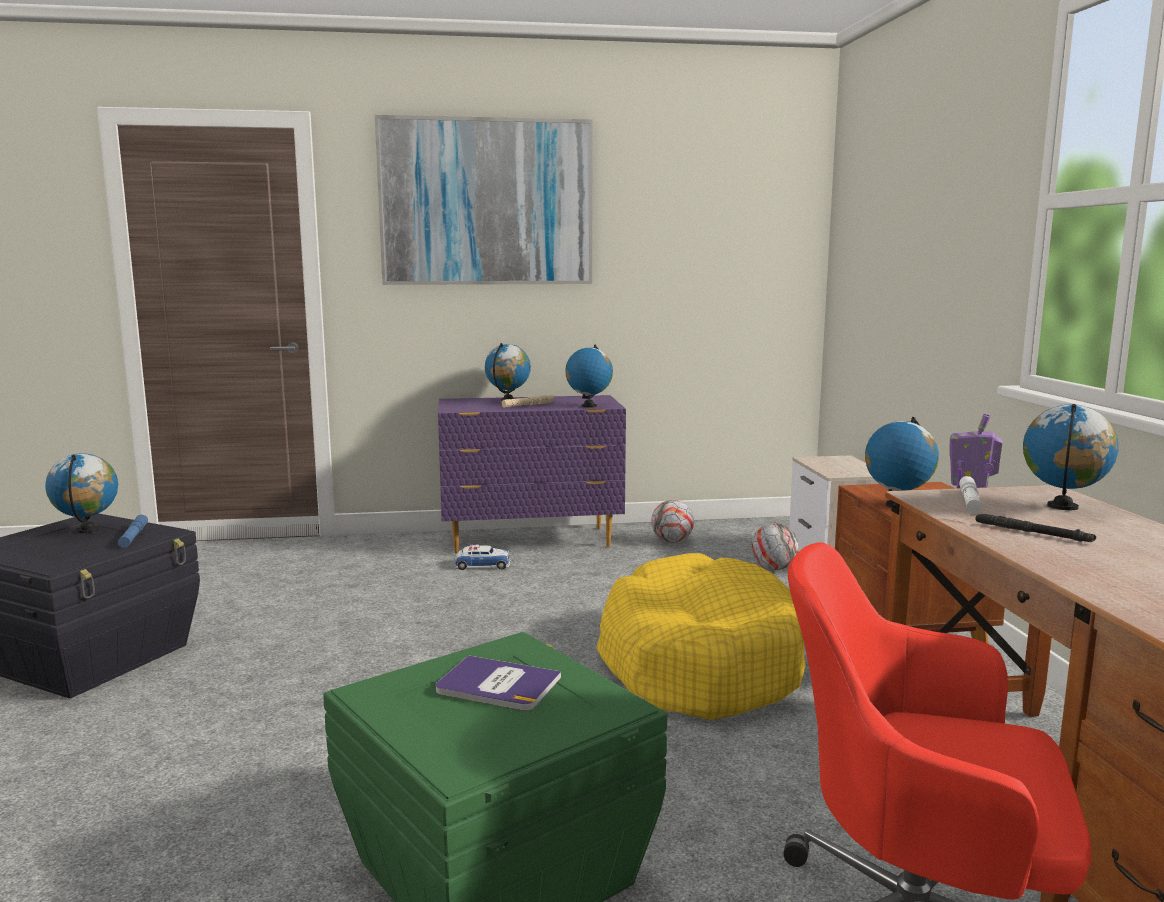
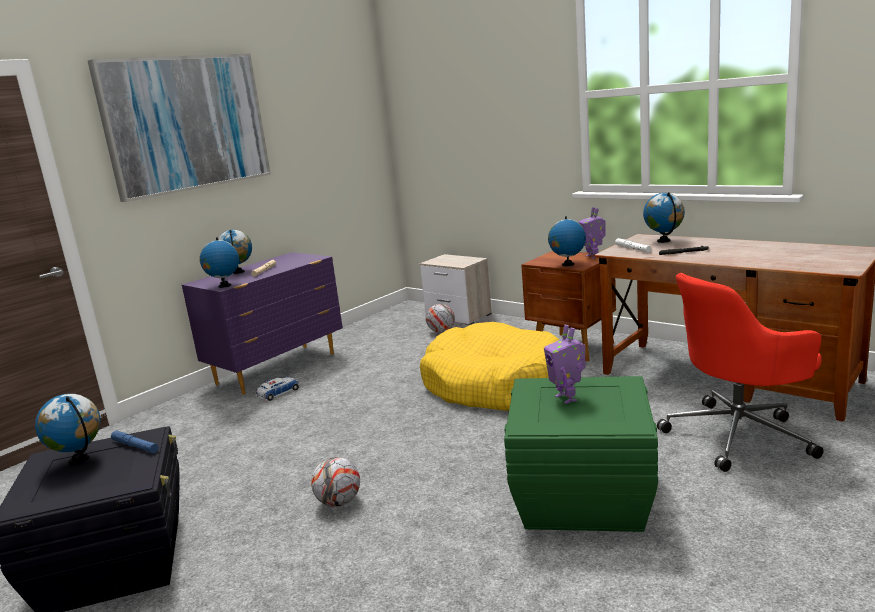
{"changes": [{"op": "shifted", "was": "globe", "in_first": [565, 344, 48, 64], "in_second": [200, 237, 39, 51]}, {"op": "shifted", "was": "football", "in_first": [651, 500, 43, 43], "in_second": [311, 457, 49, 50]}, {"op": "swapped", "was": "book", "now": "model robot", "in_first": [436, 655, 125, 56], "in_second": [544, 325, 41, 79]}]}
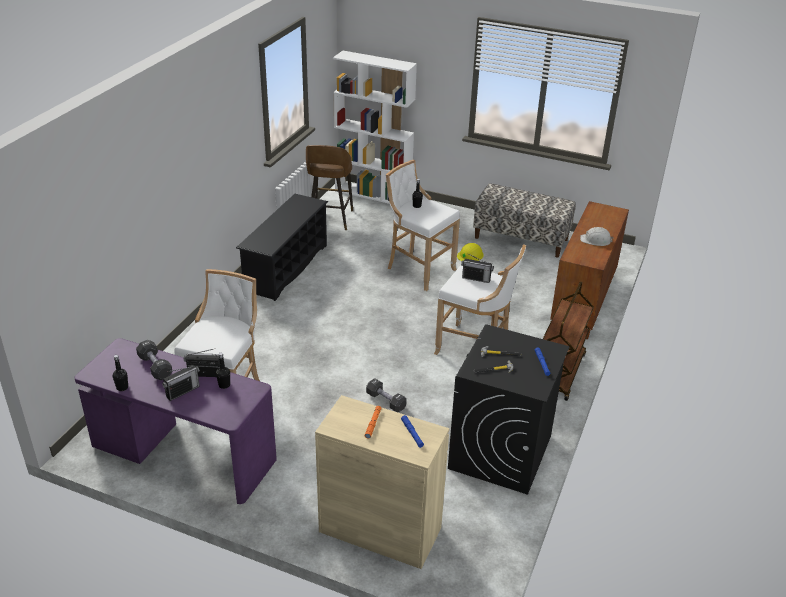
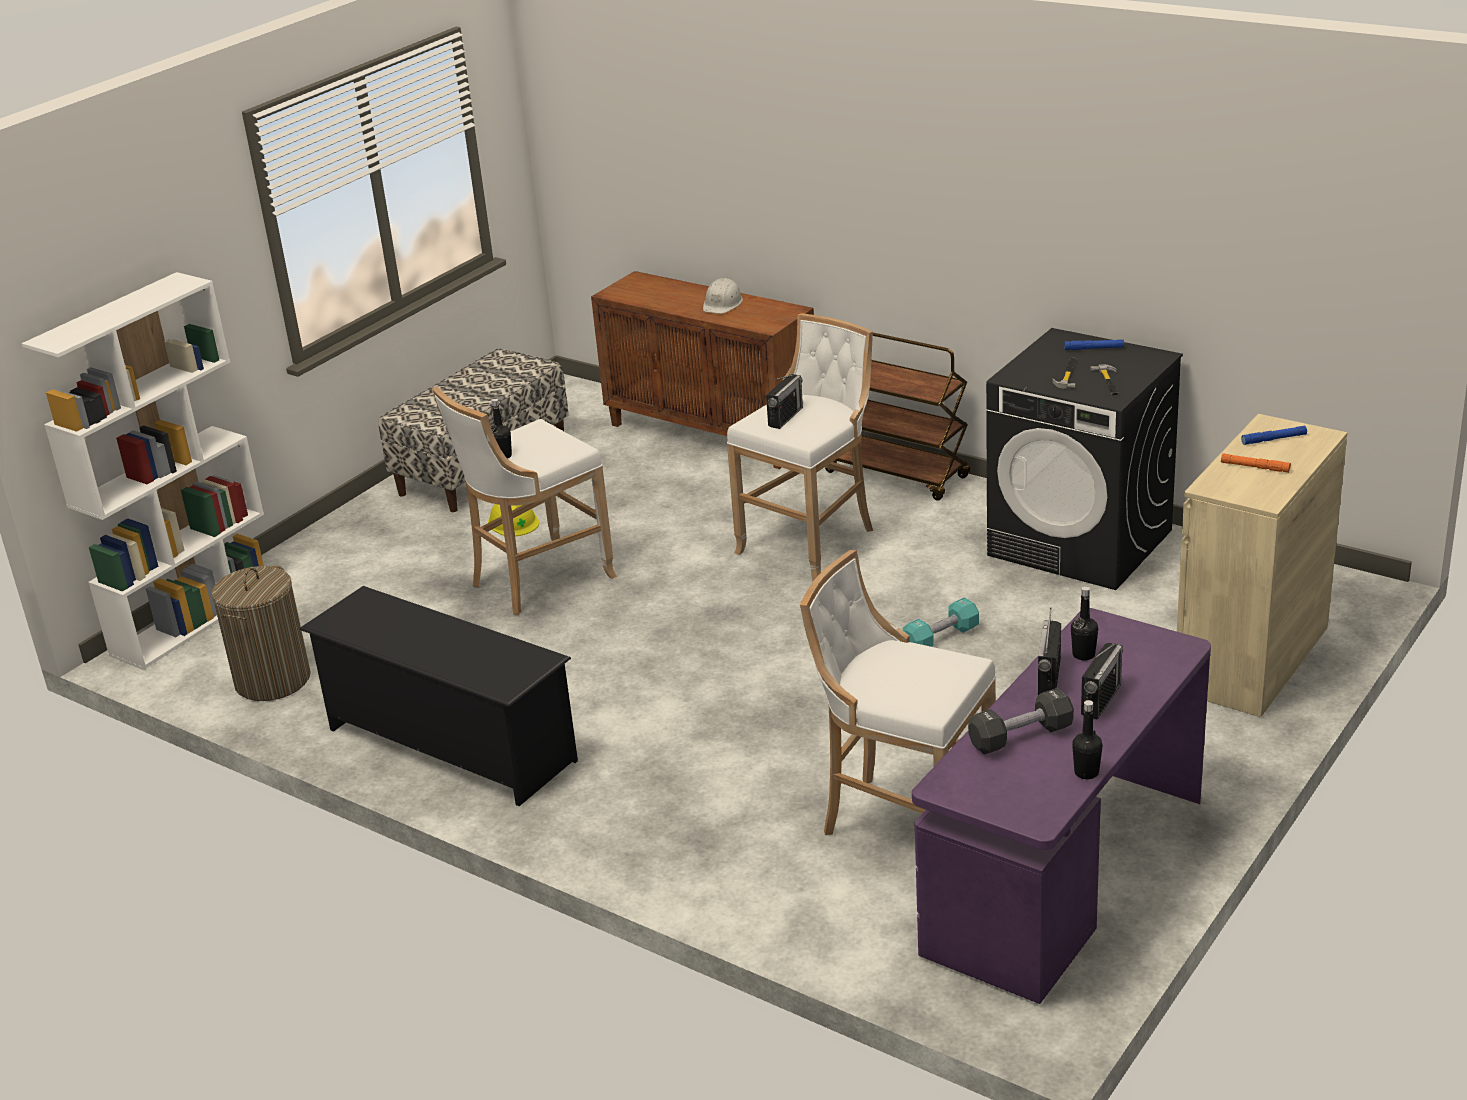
{"changes": [{"op": "swapped", "was": "stool seat in brown-coloured", "now": "laundry basket", "in_first": [306, 145, 47, 85], "in_second": [211, 566, 100, 135]}, {"op": "repainted", "was": "free weight in black-coloured", "now": "free weight in blue-green", "in_first": [366, 378, 41, 34], "in_second": [903, 597, 76, 50]}, {"op": "rotated", "was": "radio set", "in_first": [162, 365, 38, 36], "in_second": [1081, 643, 42, 77], "clockwise": 60}]}
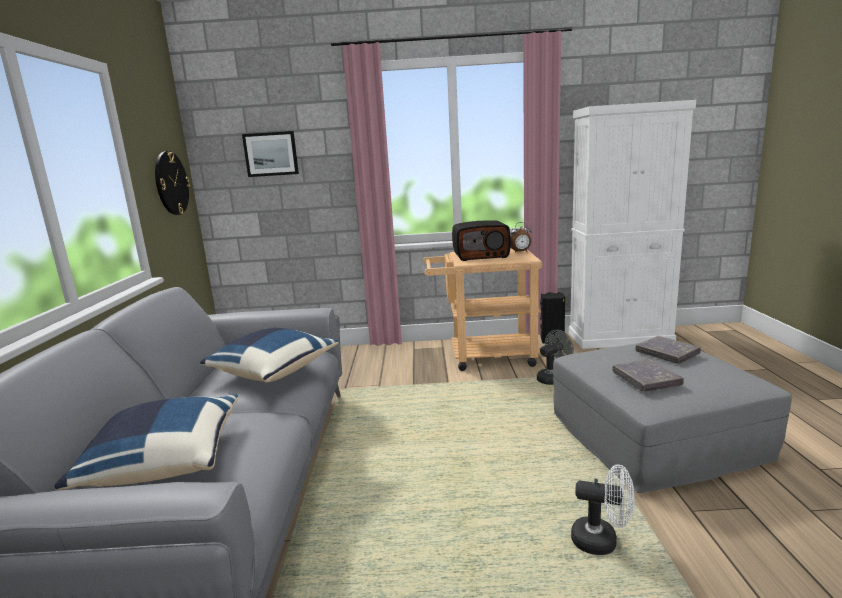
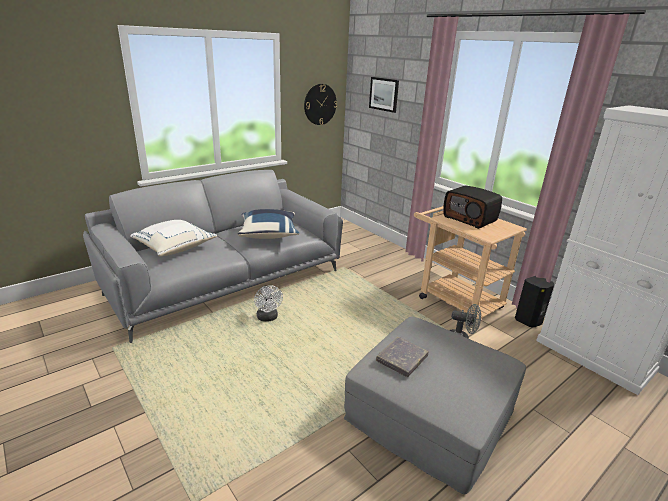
{"changes": [{"op": "gone", "was": "bedside clock", "in_first": [510, 222, 21, 31]}, {"op": "gone", "was": "book in greyish", "in_first": [635, 336, 66, 28]}, {"op": "shifted", "was": "fan in white-coloured", "in_first": [571, 464, 64, 91], "in_second": [254, 285, 29, 37]}, {"op": "repainted", "was": "pillow in blue", "now": "pillow in white-coloured", "in_first": [54, 394, 184, 96], "in_second": [130, 220, 87, 37]}]}
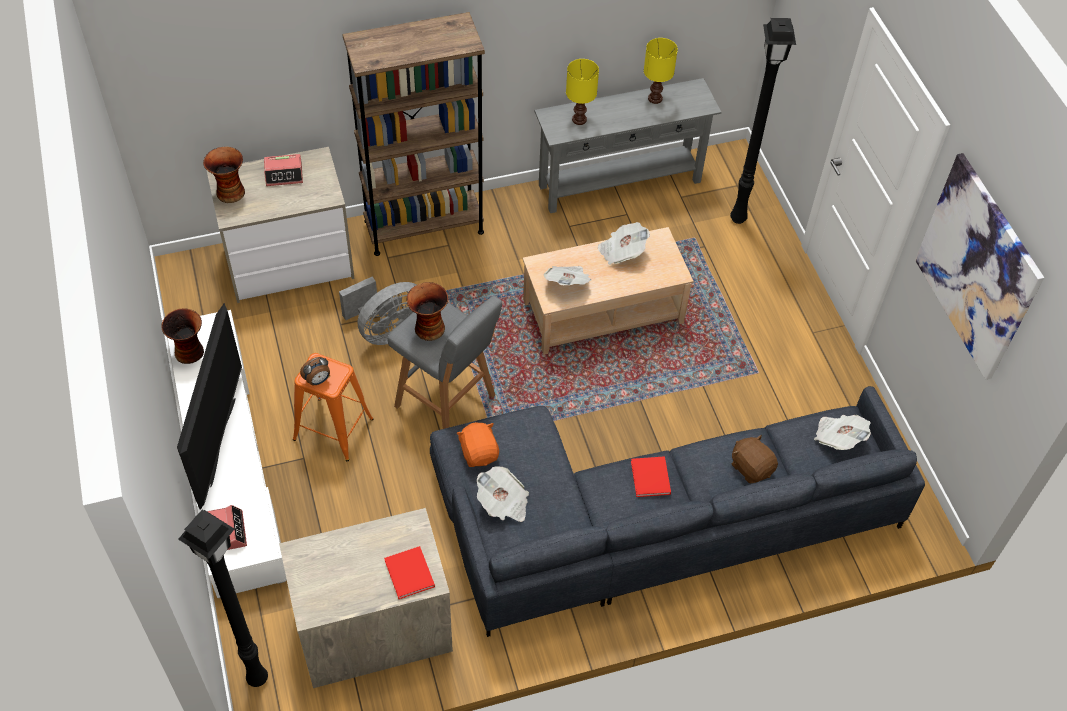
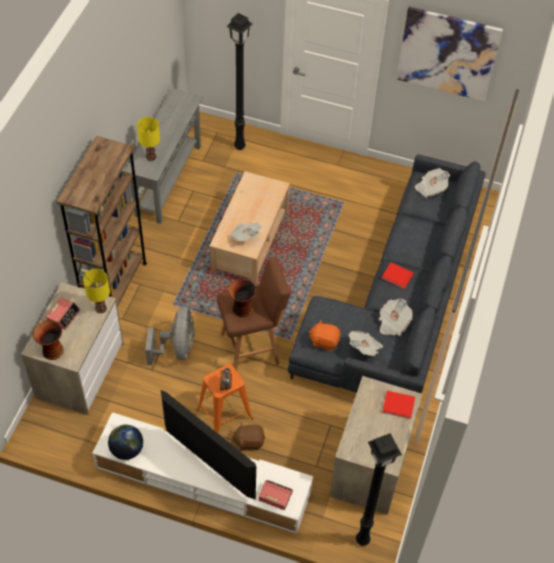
{"changes": [{"op": "shifted", "was": "daily paper", "in_first": [598, 222, 52, 43], "in_second": [379, 299, 34, 37]}, {"op": "shifted", "was": "lamp for a table in yellowish", "in_first": [644, 38, 34, 66], "in_second": [83, 269, 27, 44]}, {"op": "shifted", "was": "soft toy in brown-coloured", "in_first": [732, 435, 46, 49], "in_second": [232, 423, 33, 27]}, {"op": "swapped", "was": "flower vase", "now": "globe", "in_first": [161, 308, 43, 56], "in_second": [108, 425, 35, 35]}, {"op": "repainted", "was": "stool seat in greyish", "now": "stool seat in brown-coloured", "in_first": [388, 296, 114, 133], "in_second": [217, 257, 73, 114]}]}
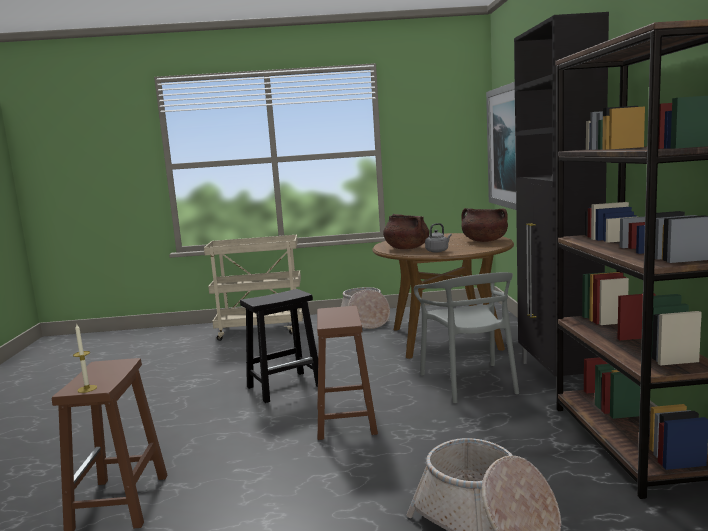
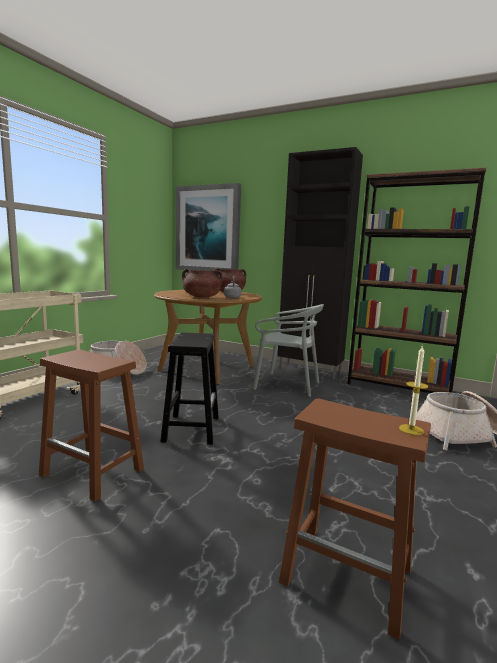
{"changes": [{"op": "shifted", "was": "stool seat in brown-coloured", "in_first": [317, 306, 61, 134], "in_second": [39, 349, 105, 153]}]}
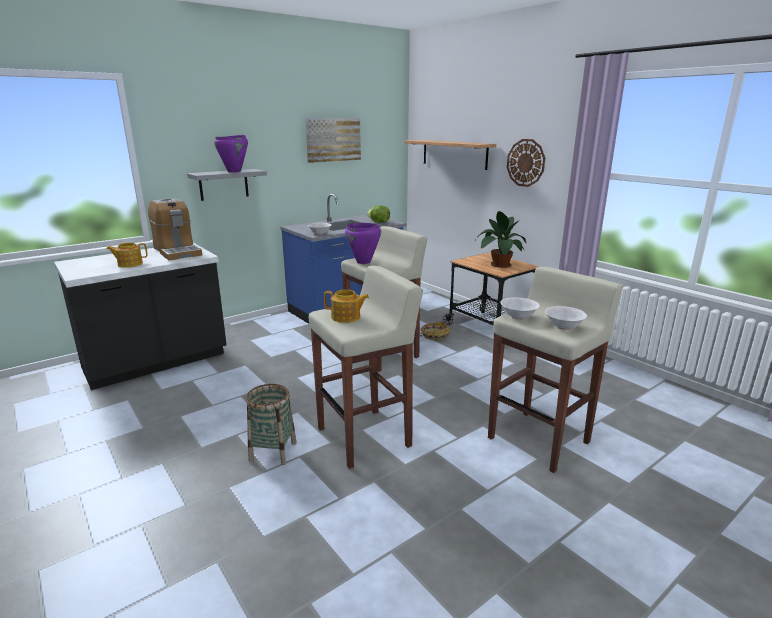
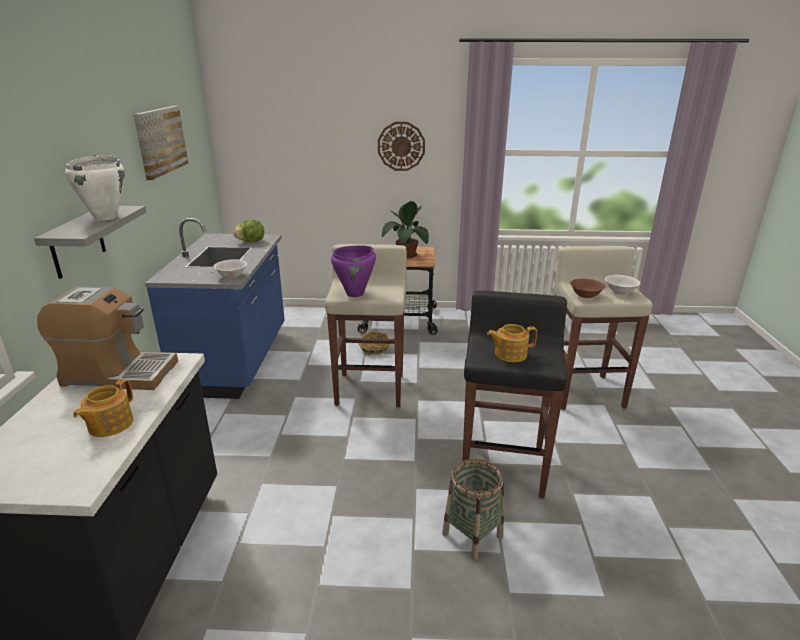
{"changes": [{"op": "gone", "was": "bracket shelf", "in_first": [404, 140, 92, 30]}, {"op": "repainted", "was": "stockpot in purplish", "now": "stockpot in white-coloured", "in_first": [214, 135, 34, 37], "in_second": [65, 155, 60, 65]}, {"op": "repainted", "was": "stool seat in beige", "now": "stool seat in black-coloured", "in_first": [309, 266, 114, 203], "in_second": [462, 291, 105, 208]}, {"op": "repainted", "was": "deep dish in white-coloured", "now": "deep dish in brown-coloured", "in_first": [500, 297, 40, 23], "in_second": [570, 278, 35, 21]}, {"op": "rotated", "was": "tea pot", "in_first": [324, 290, 45, 33], "in_second": [487, 324, 50, 38], "clockwise": -150}]}
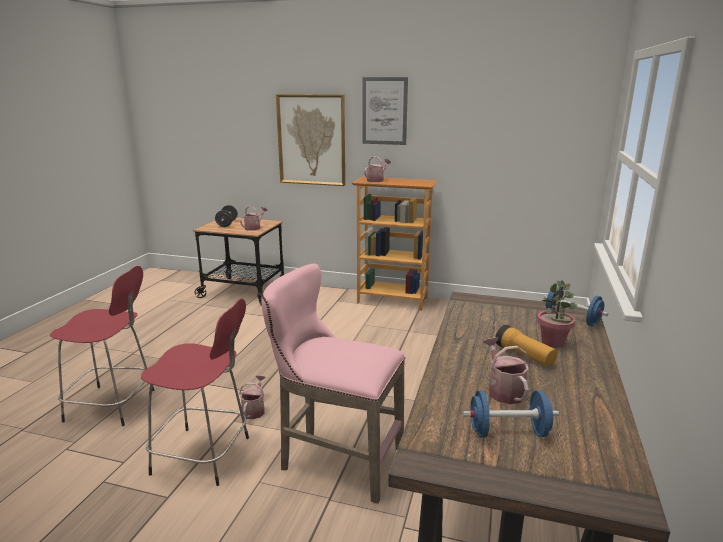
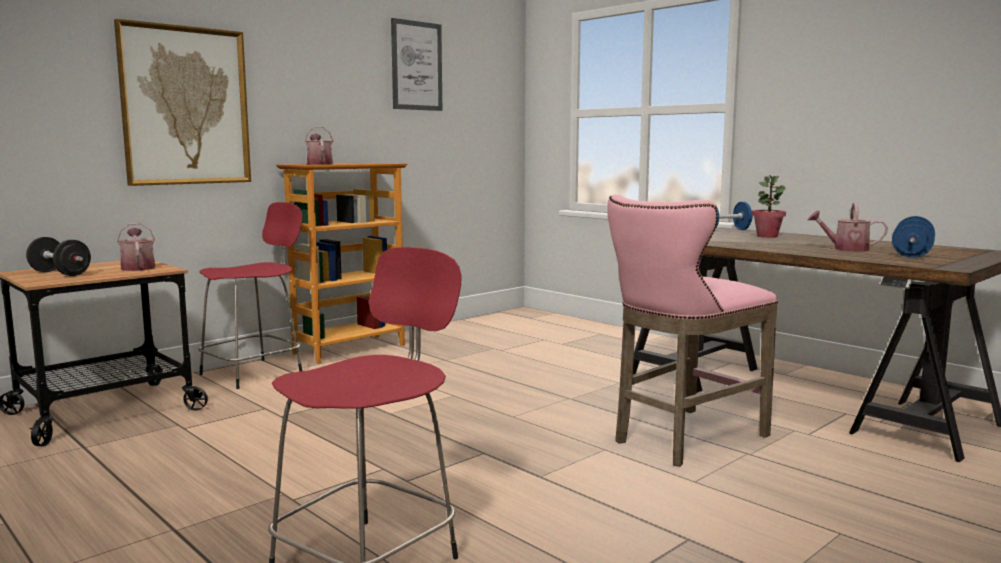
{"changes": [{"op": "gone", "was": "watering pot", "in_first": [239, 375, 26, 44]}, {"op": "gone", "was": "flashlight", "in_first": [495, 325, 62, 41]}, {"op": "shifted", "was": "stool seat in reddish", "in_first": [141, 299, 108, 187], "in_second": [198, 202, 105, 187]}, {"op": "shifted", "was": "wall art", "in_first": [362, 77, 46, 68], "in_second": [391, 18, 51, 93]}]}
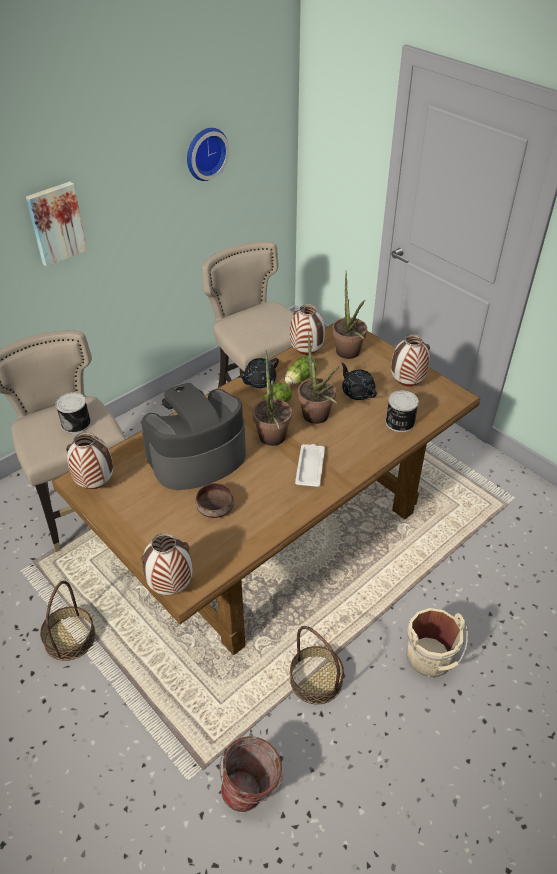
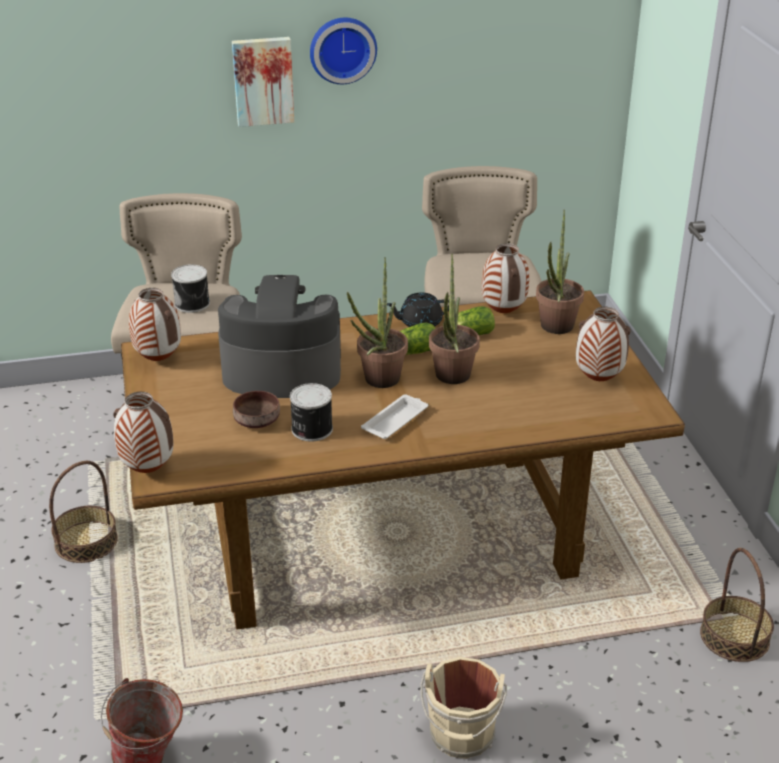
{"changes": [{"op": "gone", "was": "tea pot in black-coloured", "in_first": [341, 363, 36, 37]}, {"op": "shifted", "was": "clock on the wall", "in_first": [187, 128, 43, 53], "in_second": [310, 18, 67, 66]}, {"op": "shifted", "was": "storage basket", "in_first": [290, 626, 54, 78], "in_second": [700, 548, 74, 114]}, {"op": "shifted", "was": "can", "in_first": [386, 390, 33, 42], "in_second": [290, 383, 43, 59]}]}
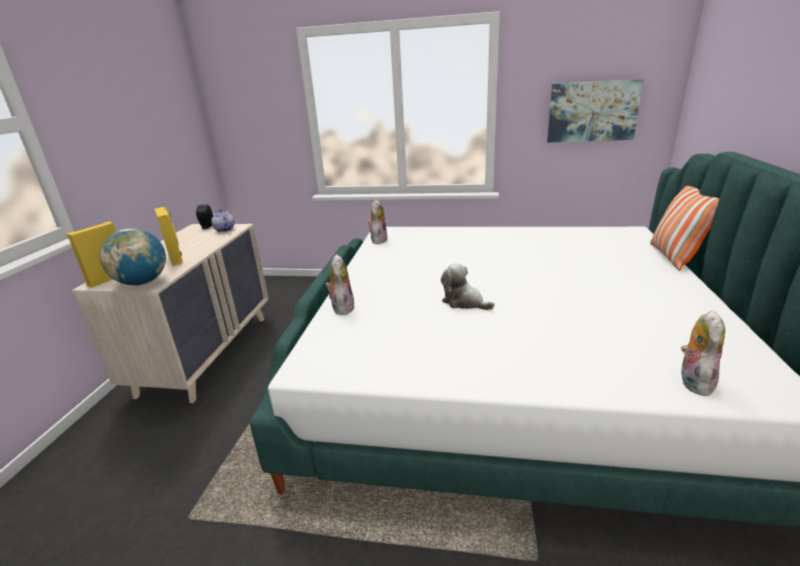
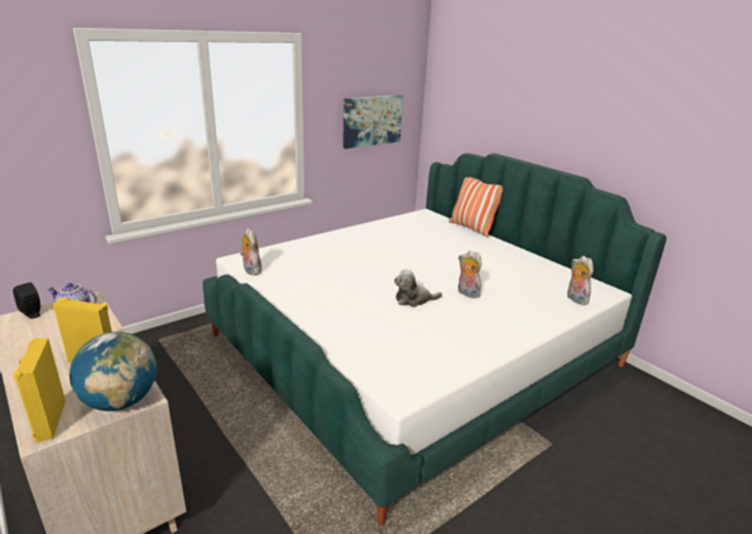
{"changes": [{"op": "shifted", "was": "soft toy", "in_first": [326, 254, 29, 61], "in_second": [458, 250, 24, 48]}]}
